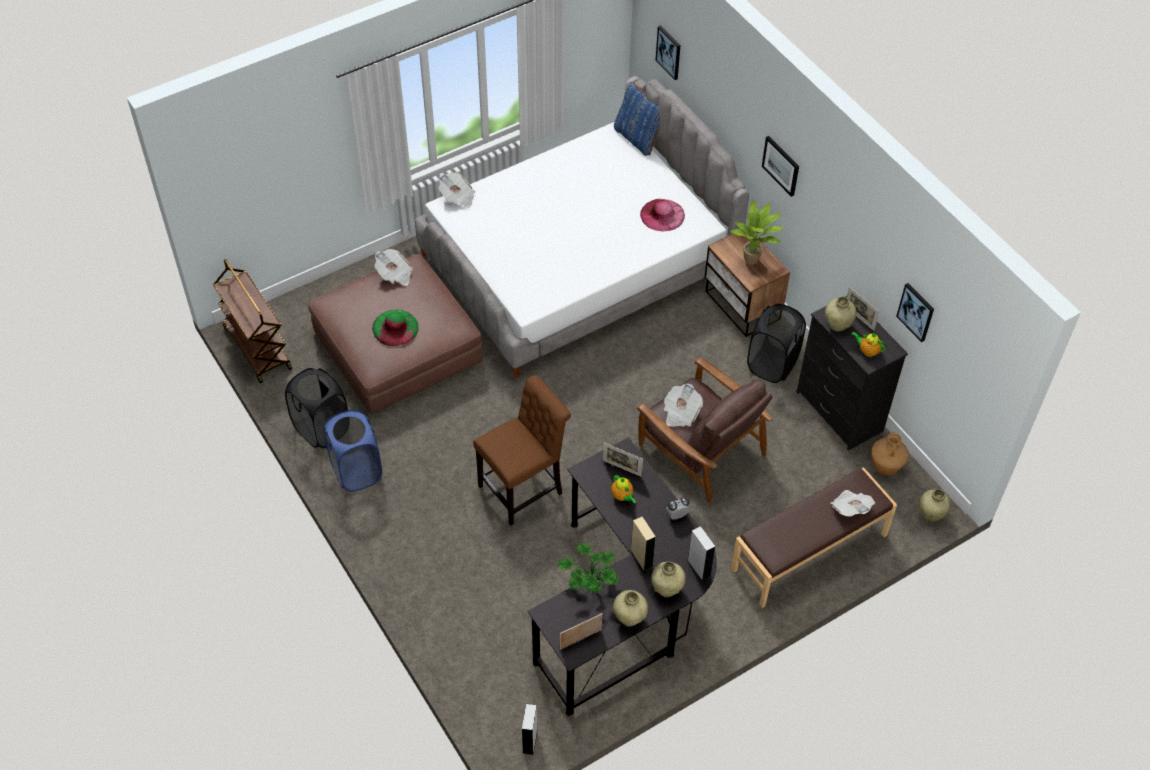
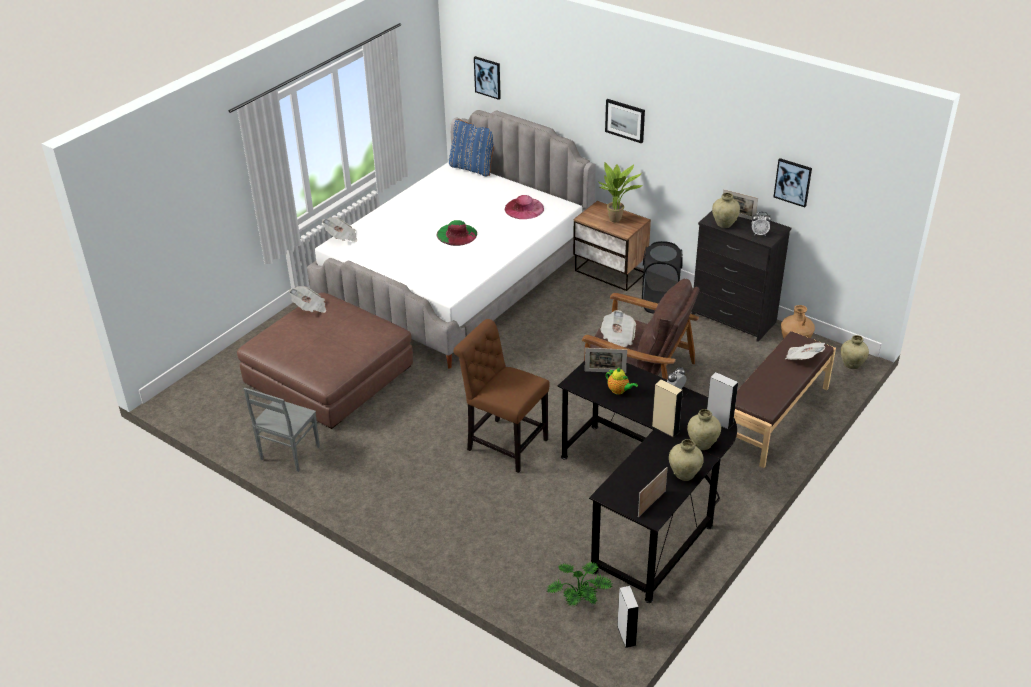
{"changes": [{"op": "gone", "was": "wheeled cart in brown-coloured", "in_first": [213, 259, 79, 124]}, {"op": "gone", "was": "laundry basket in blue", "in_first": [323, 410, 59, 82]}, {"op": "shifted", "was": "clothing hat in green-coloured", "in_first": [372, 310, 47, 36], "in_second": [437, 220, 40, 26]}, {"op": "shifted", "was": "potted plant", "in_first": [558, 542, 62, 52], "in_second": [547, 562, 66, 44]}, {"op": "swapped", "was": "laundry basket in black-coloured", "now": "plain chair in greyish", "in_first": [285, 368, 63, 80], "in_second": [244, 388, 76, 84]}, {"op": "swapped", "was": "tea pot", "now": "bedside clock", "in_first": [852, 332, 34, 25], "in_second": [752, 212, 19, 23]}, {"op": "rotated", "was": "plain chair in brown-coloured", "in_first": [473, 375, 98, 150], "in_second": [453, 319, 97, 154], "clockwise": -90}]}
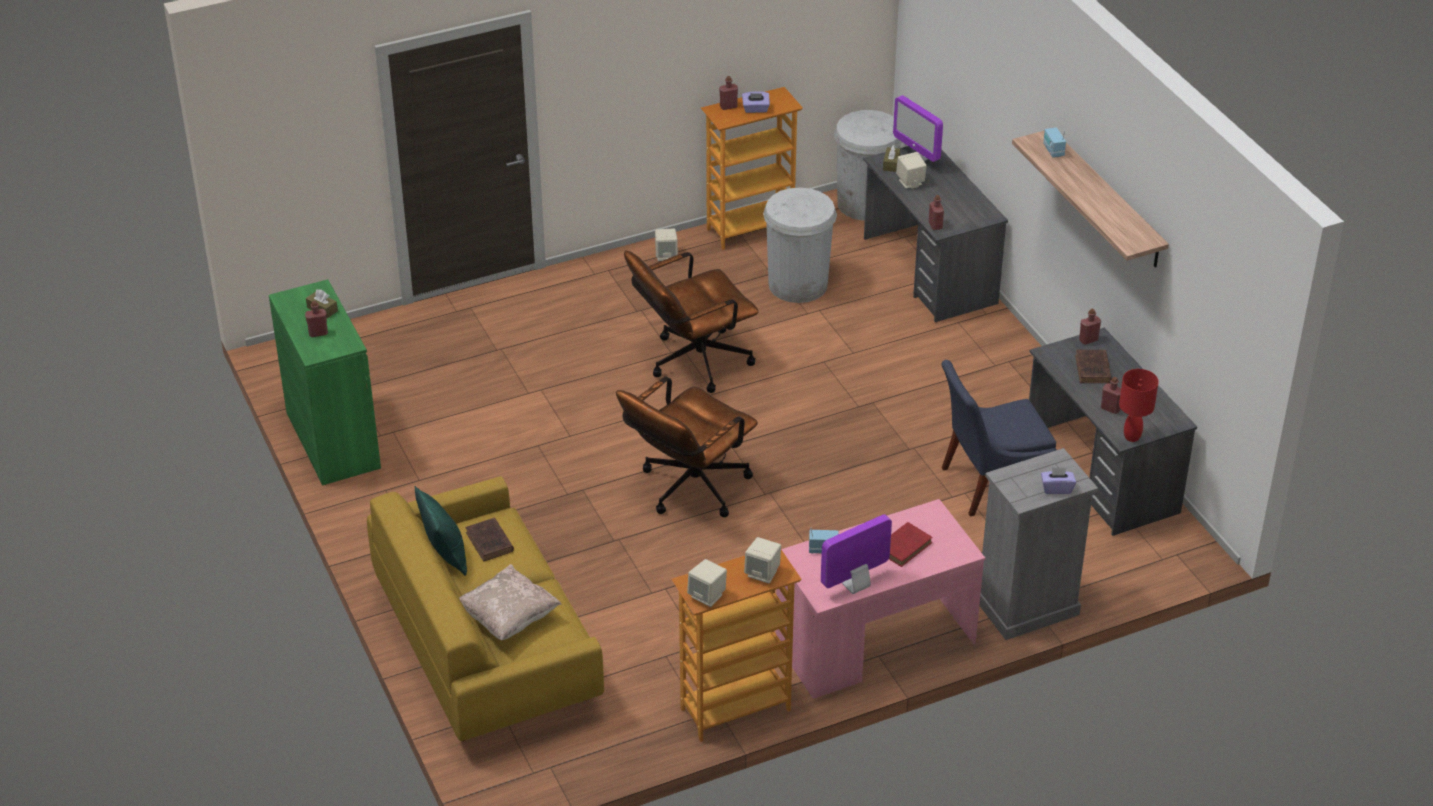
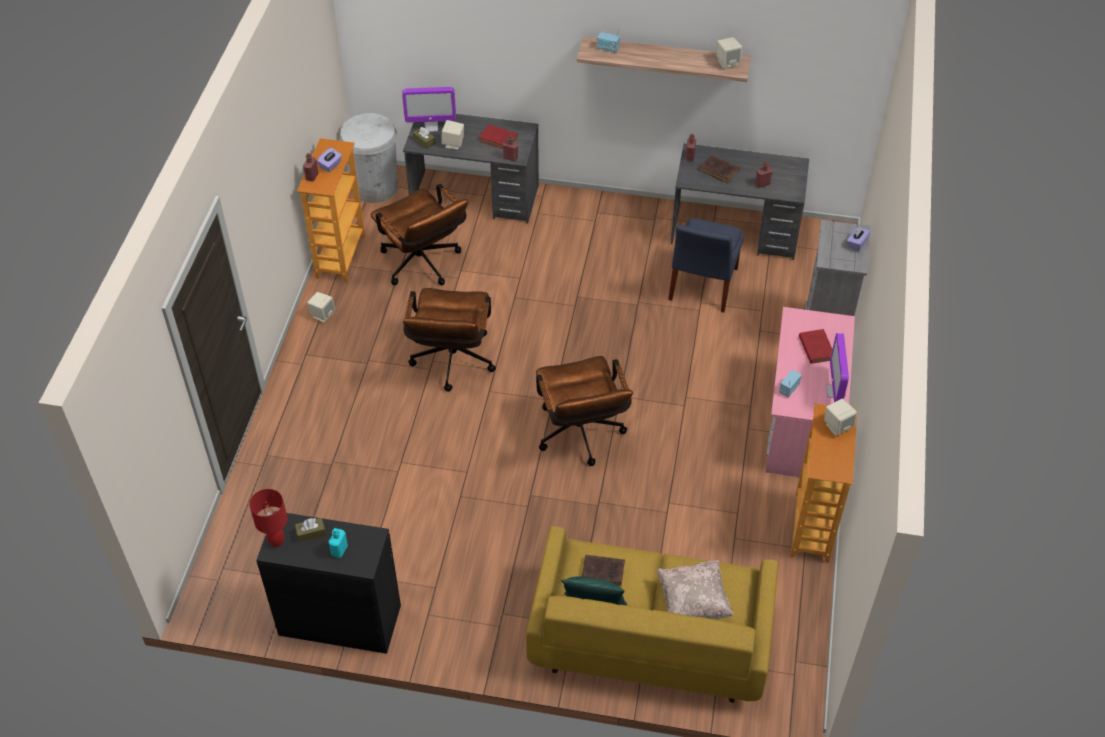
{"changes": [{"op": "new", "now": "book in reddish", "in_second": [479, 124, 39, 25]}, {"op": "shifted", "was": "loudspeaker in beige", "in_first": [687, 559, 40, 48], "in_second": [716, 37, 26, 32]}, {"op": "shifted", "was": "lamp for a table in reddish", "in_first": [1119, 369, 40, 73], "in_second": [249, 489, 38, 58]}, {"op": "swapped", "was": "rubbish bin in white-coloured", "now": "desk chair in brown-coloured", "in_first": [763, 188, 74, 115], "in_second": [371, 184, 97, 101]}, {"op": "repainted", "was": "cupboard in green-coloured", "now": "cupboard in black-coloured", "in_first": [269, 279, 112, 206], "in_second": [256, 511, 145, 143]}, {"op": "repainted", "was": "bottle in reddish", "now": "bottle in blue-green", "in_first": [305, 301, 23, 36], "in_second": [329, 528, 19, 30]}]}
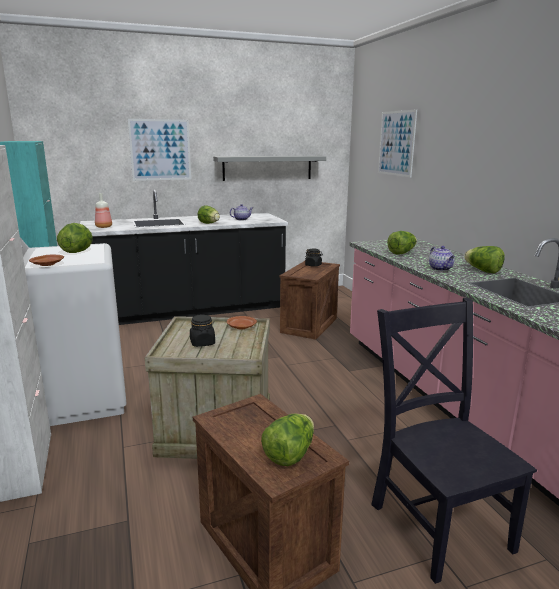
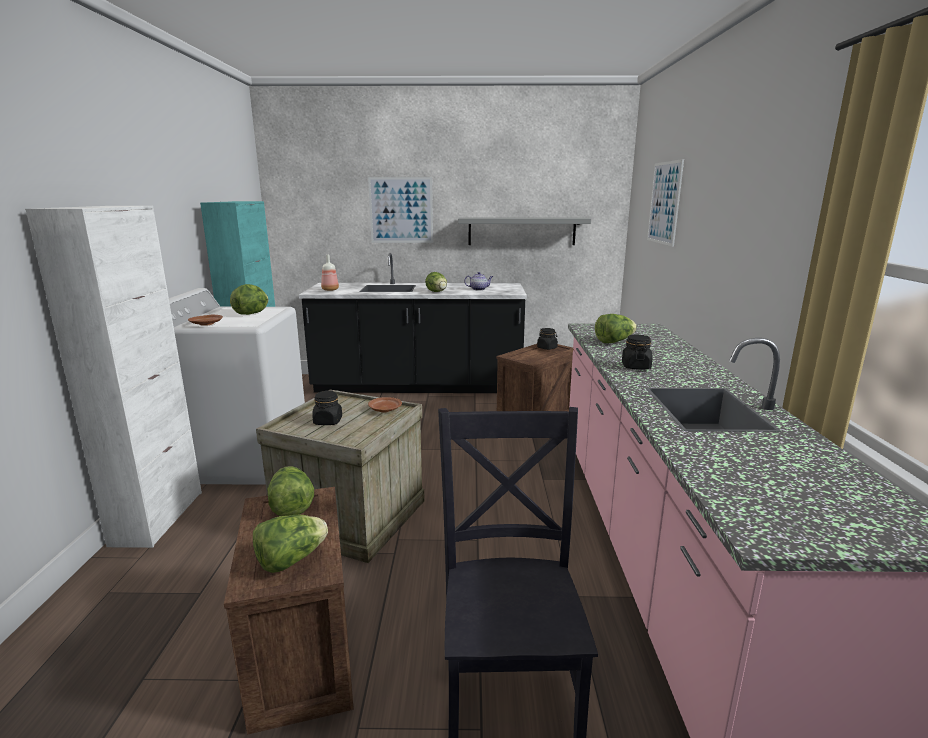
{"changes": [{"op": "shifted", "was": "lettuce", "in_first": [464, 246, 41, 27], "in_second": [268, 466, 46, 50]}, {"op": "swapped", "was": "tea pot", "now": "preserve jar in black-coloured", "in_first": [429, 246, 26, 25], "in_second": [622, 335, 30, 34]}]}
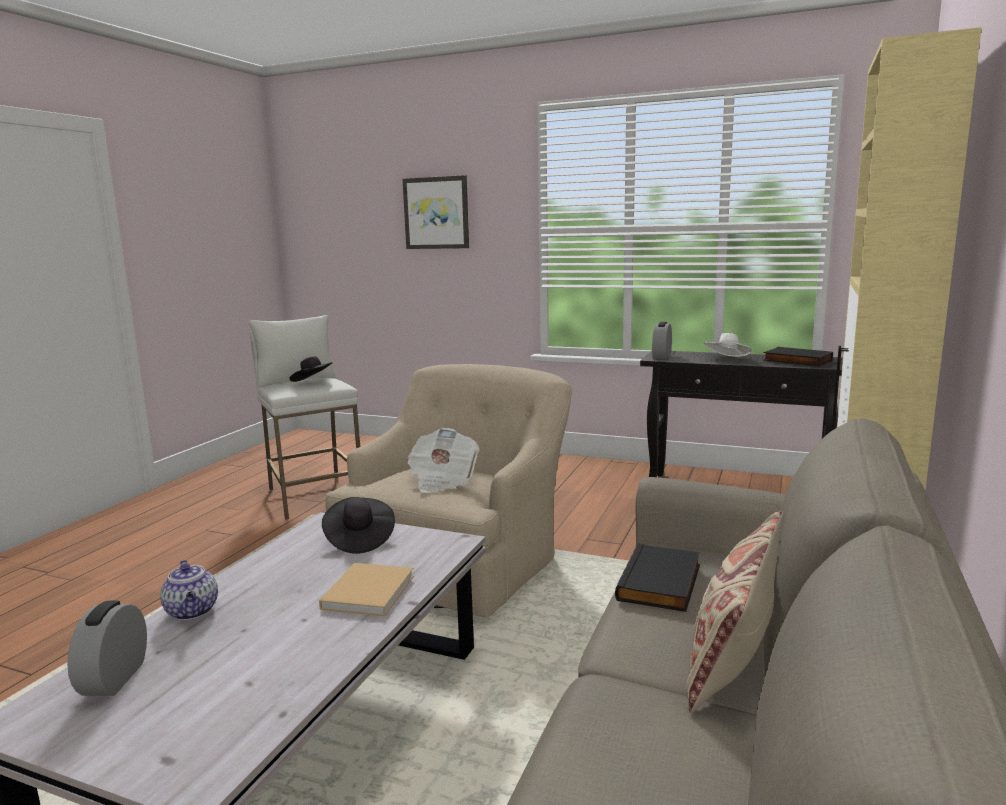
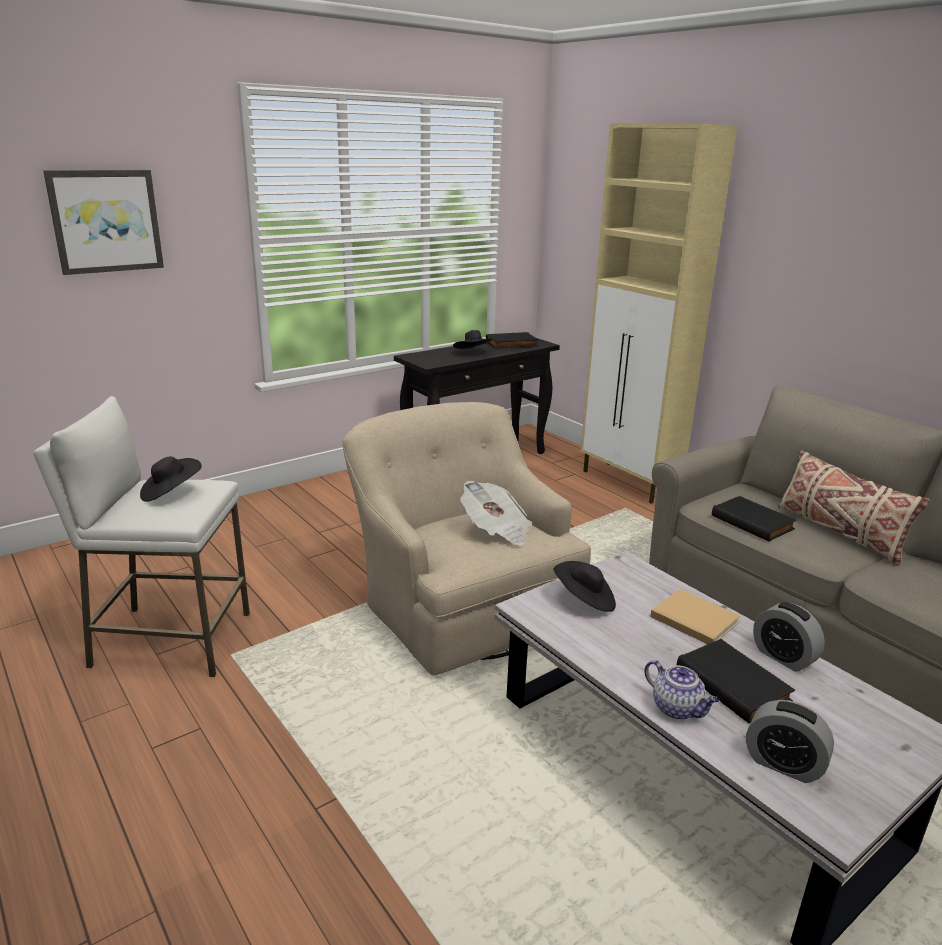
{"changes": [{"op": "new", "now": "book in black-coloured", "in_second": [677, 639, 118, 85]}, {"op": "shifted", "was": "bedside clock", "in_first": [652, 322, 20, 37], "in_second": [753, 602, 72, 70]}, {"op": "repainted", "was": "clothing hat in white-coloured", "now": "clothing hat in black-coloured", "in_first": [704, 333, 48, 24], "in_second": [453, 330, 40, 19]}, {"op": "rotated", "was": "tea pot", "in_first": [160, 560, 58, 60], "in_second": [644, 660, 76, 60], "clockwise": 45}]}
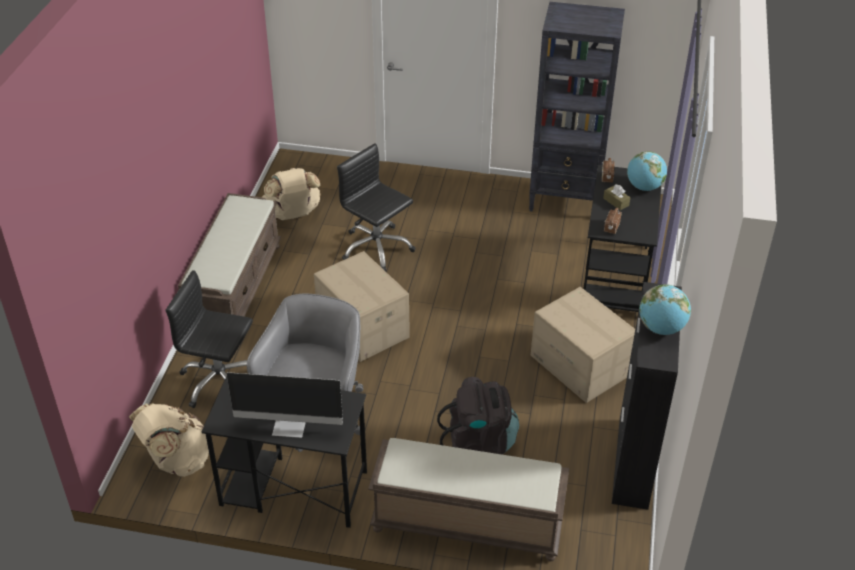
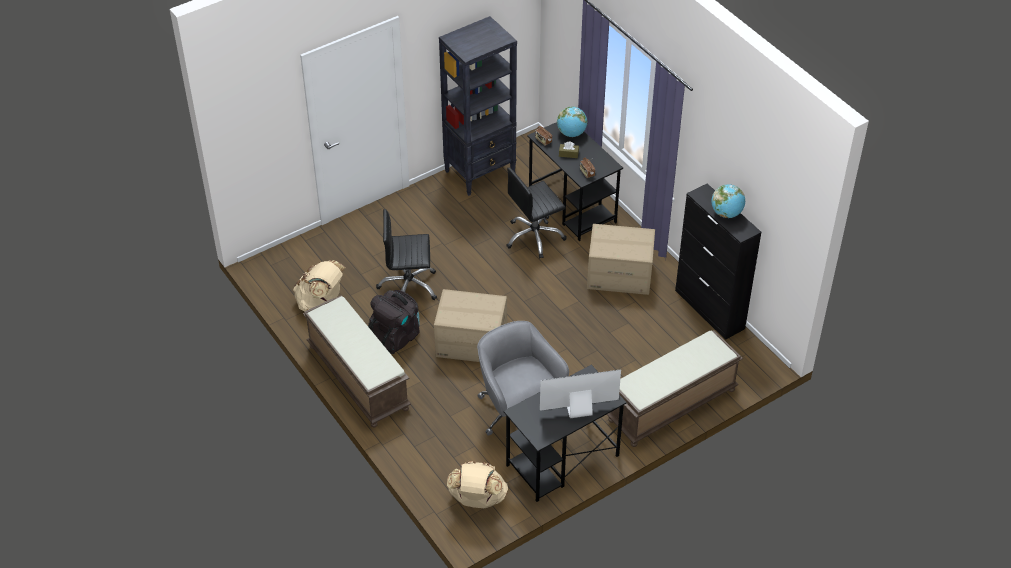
{"changes": [{"op": "shifted", "was": "desk chair in black-coloured", "in_first": [166, 270, 87, 138], "in_second": [506, 167, 61, 92]}, {"op": "shifted", "was": "backpack in black-coloured", "in_first": [437, 377, 82, 78], "in_second": [368, 290, 51, 64]}, {"op": "rotated", "was": "computer display", "in_first": [227, 372, 116, 66], "in_second": [540, 369, 81, 49], "clockwise": -150}]}
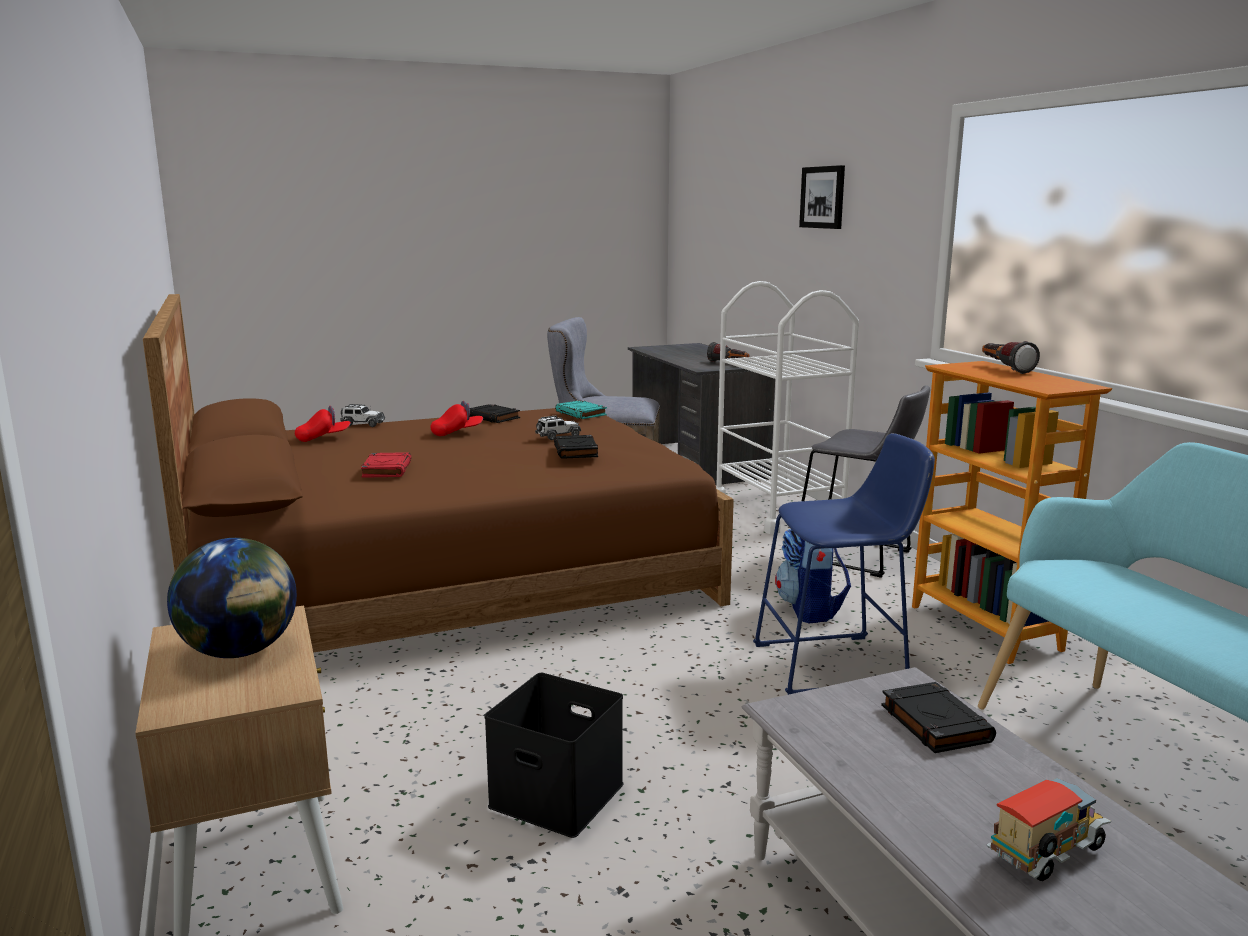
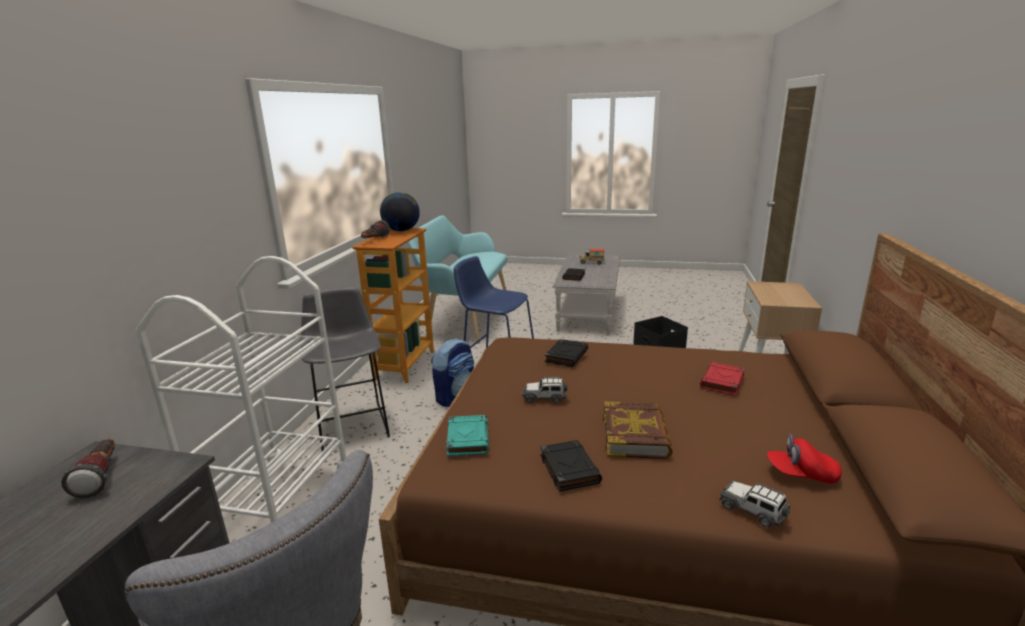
{"changes": [{"op": "gone", "was": "wall art", "in_first": [799, 165, 46, 64]}, {"op": "shifted", "was": "globe", "in_first": [167, 538, 130, 120], "in_second": [380, 192, 40, 39]}, {"op": "swapped", "was": "baseball cap in reddish", "now": "book", "in_first": [431, 401, 52, 35], "in_second": [603, 402, 70, 57]}]}
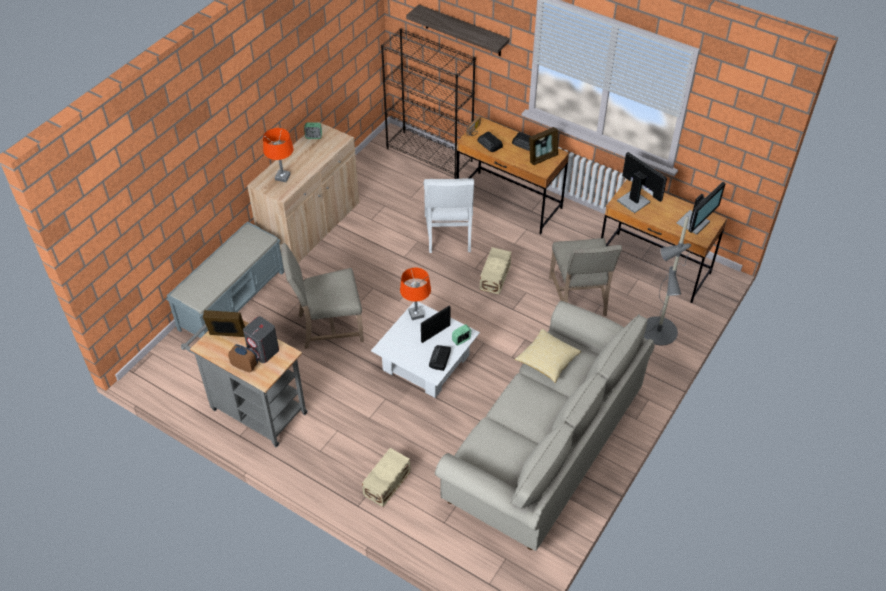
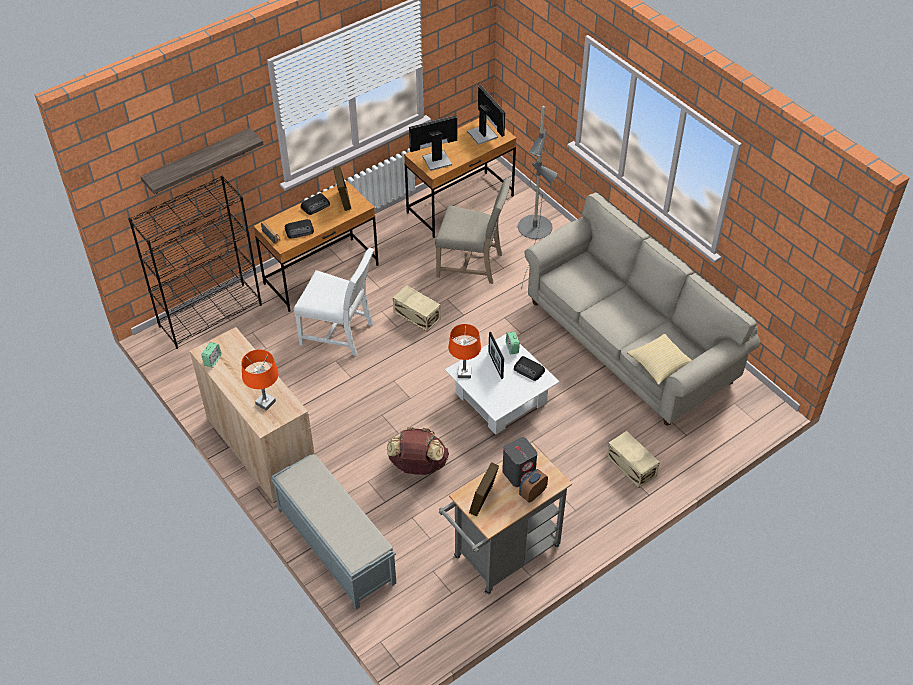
{"changes": [{"op": "shifted", "was": "pillow", "in_first": [515, 329, 66, 54], "in_second": [627, 333, 65, 52]}, {"op": "swapped", "was": "plain chair in beige", "now": "backpack in brown-coloured", "in_first": [281, 243, 83, 106], "in_second": [387, 427, 62, 48]}]}
